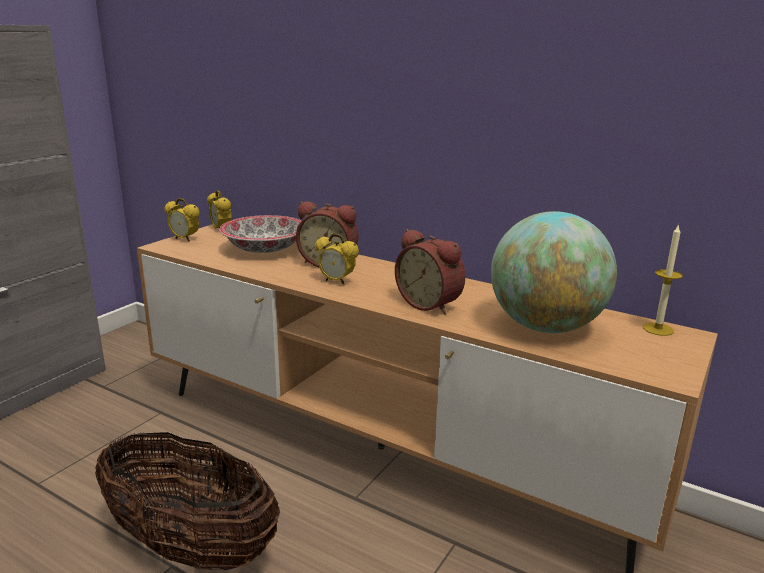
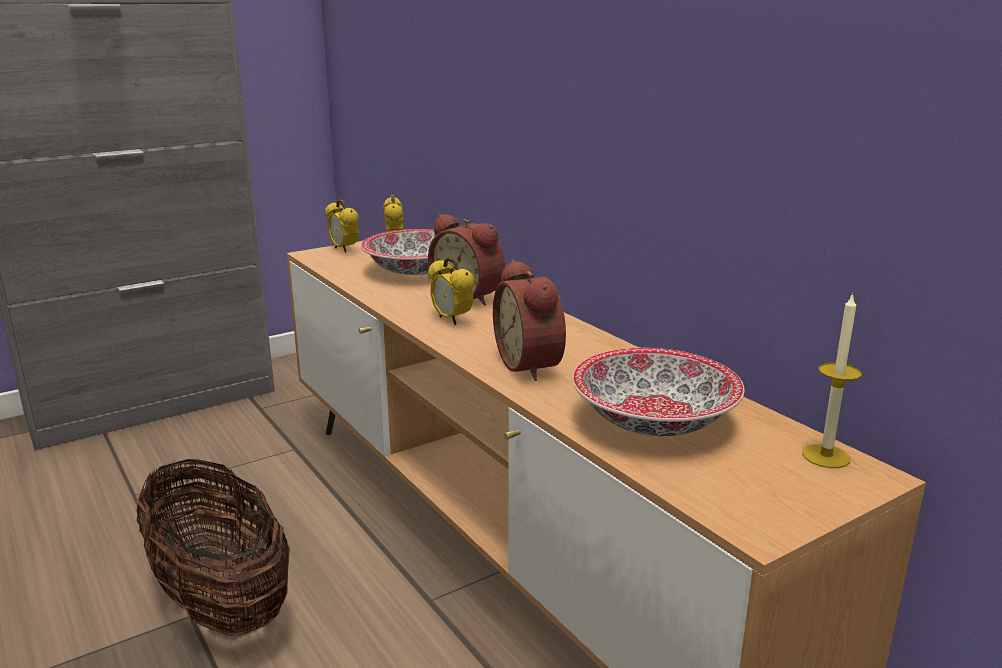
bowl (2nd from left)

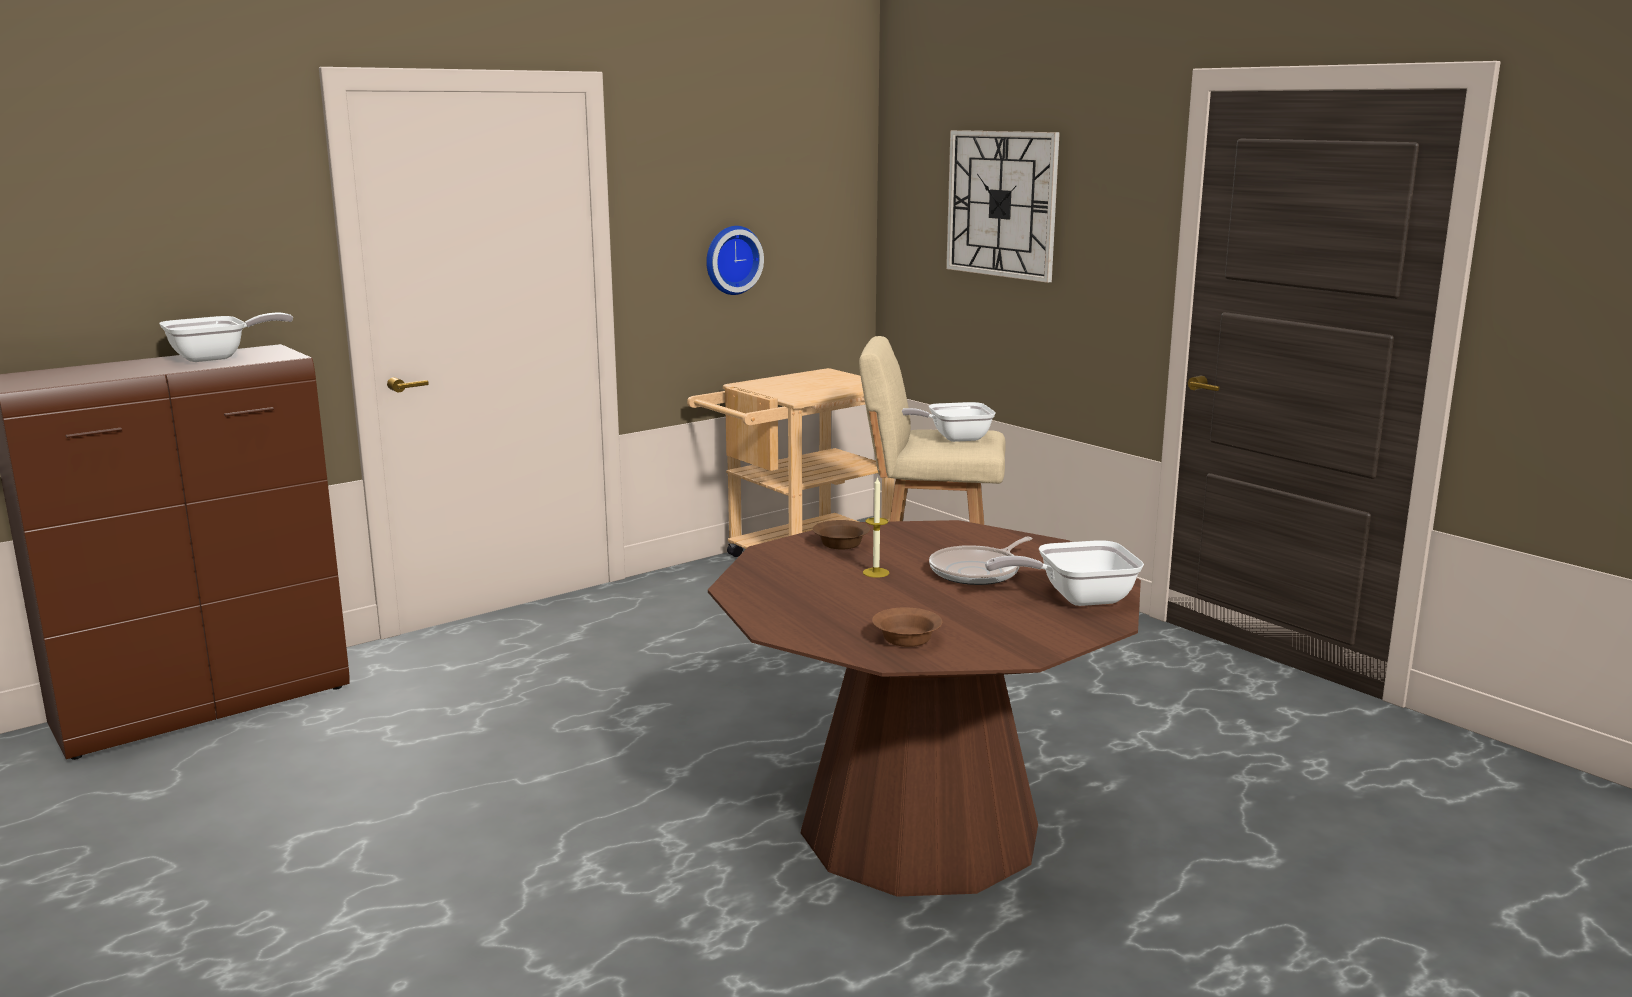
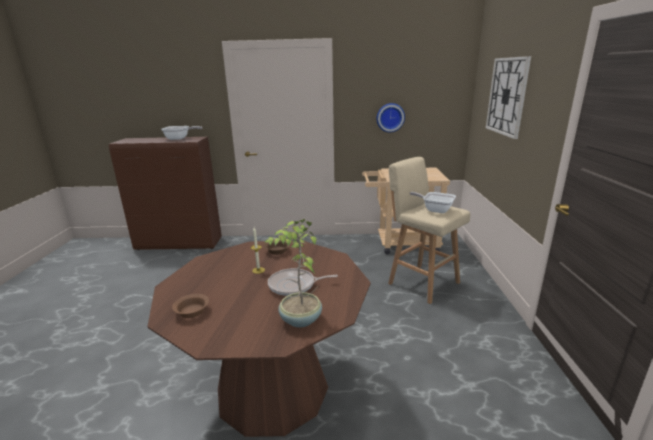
potted plant

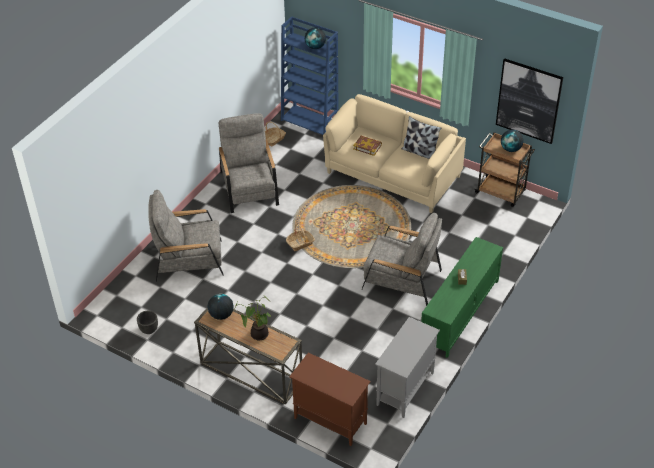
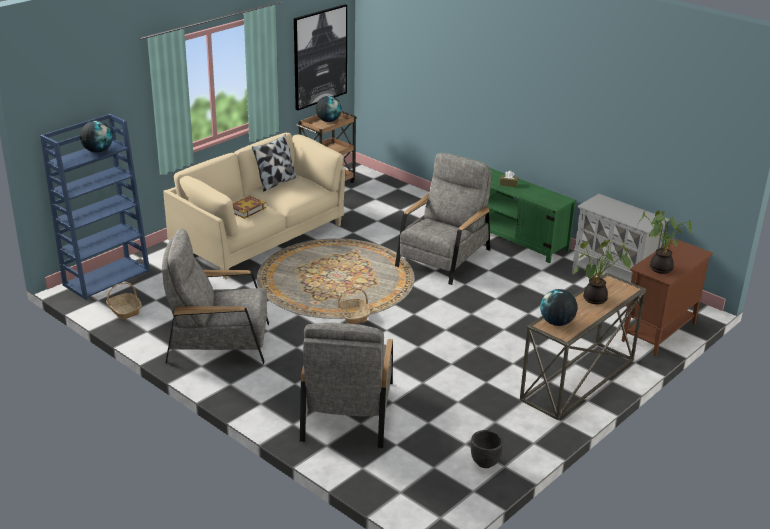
potted plant (2nd from left)

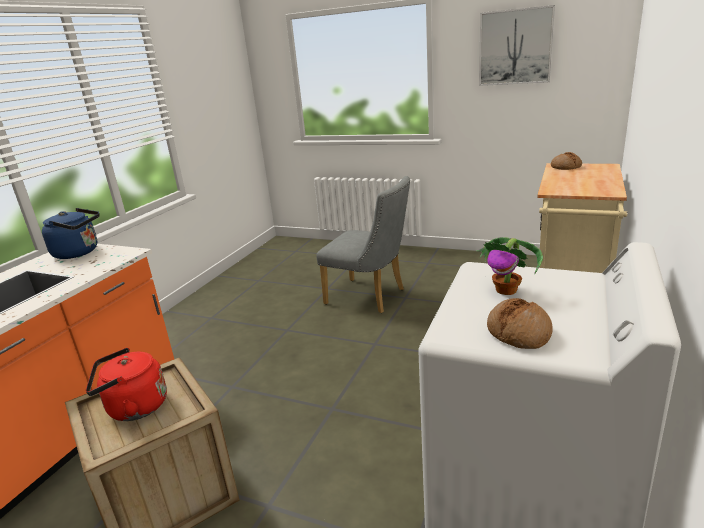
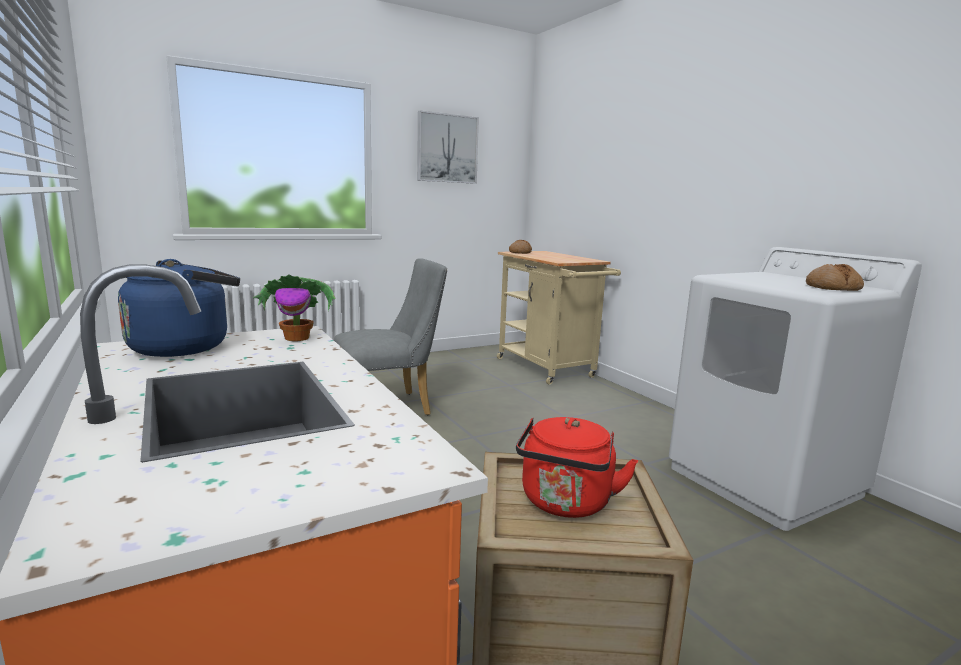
potted plant

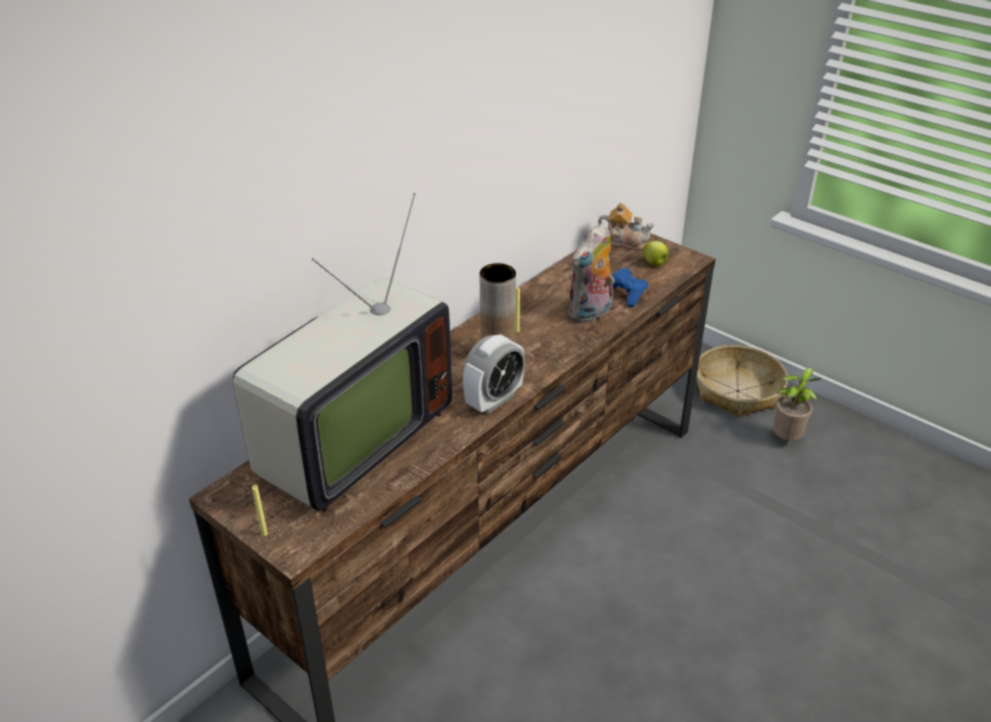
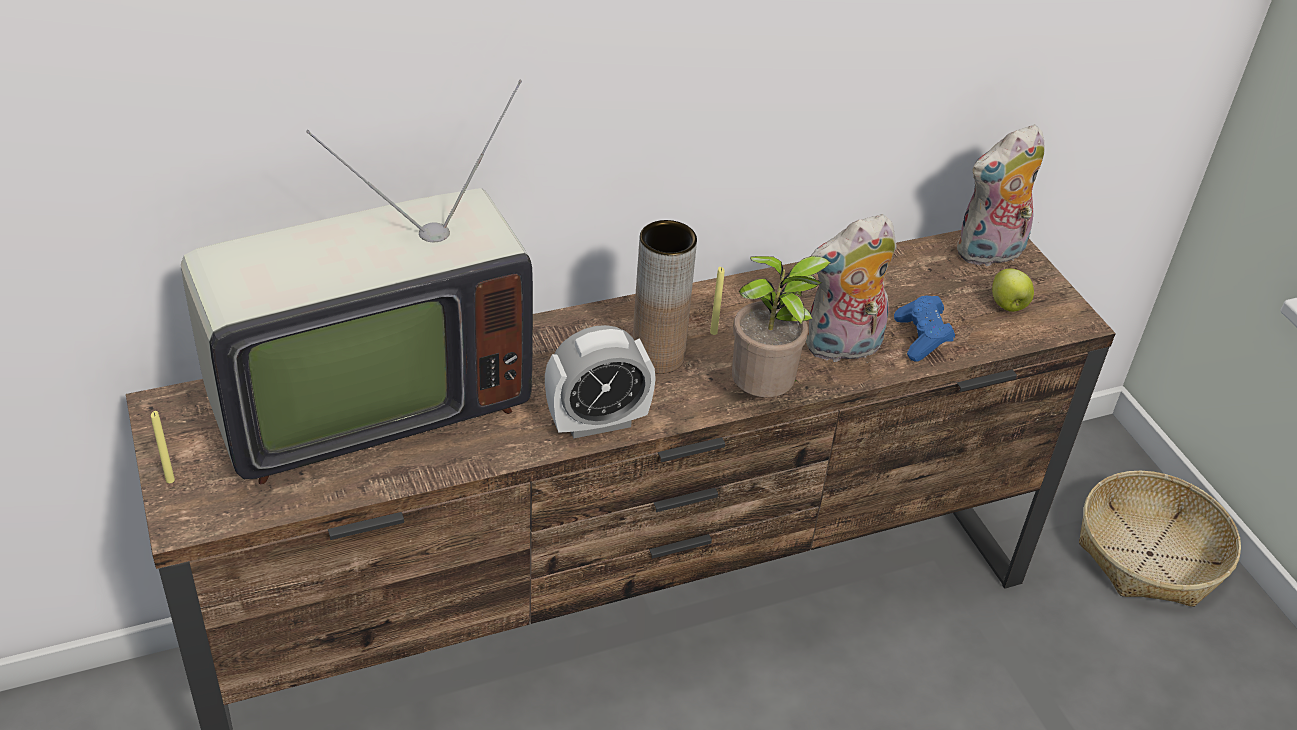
plush toy (2nd from left); potted plant

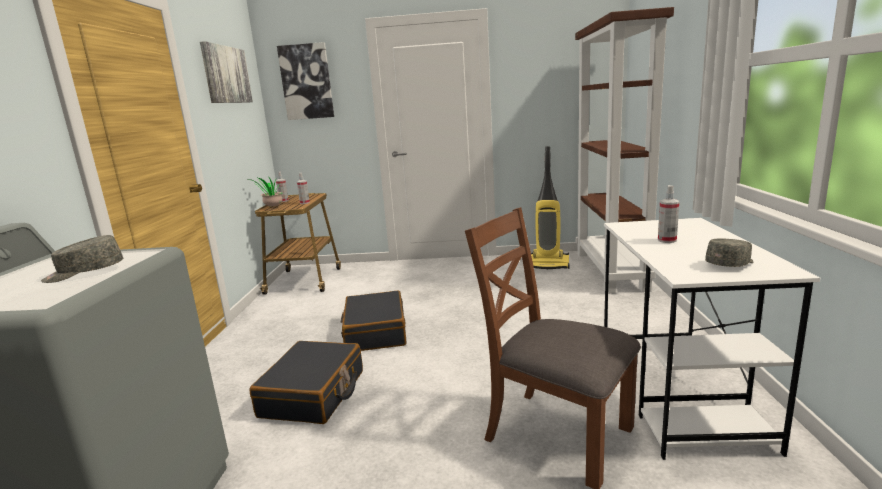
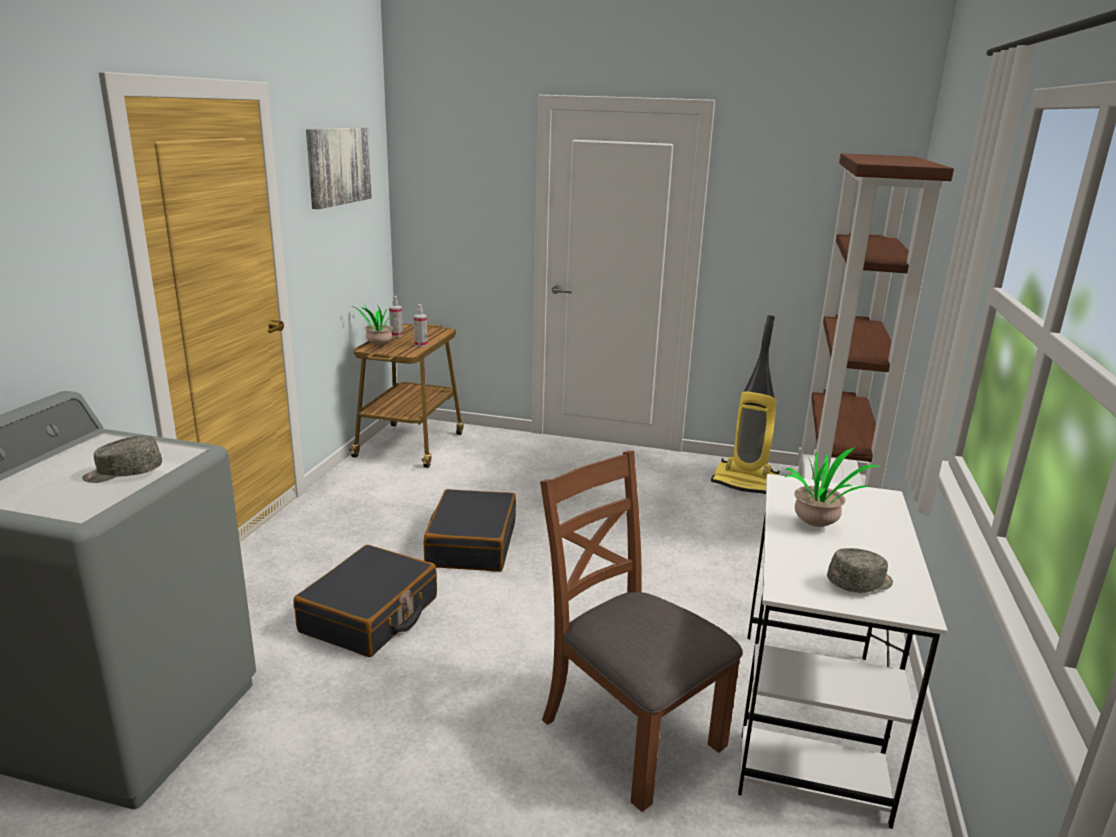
picture (2nd from left in the first image); potted plant (2nd from left)

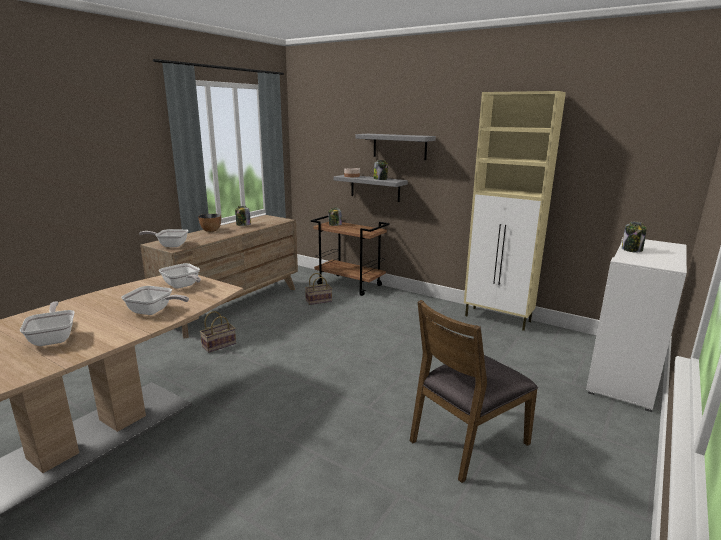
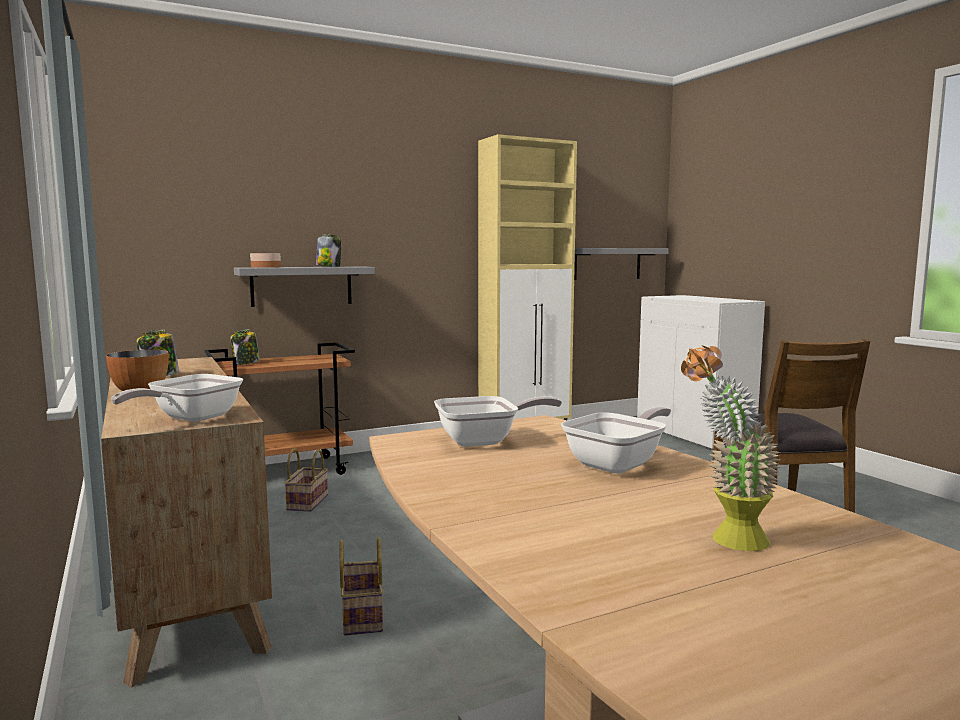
shelf (grey) (2nd from left); jar (4th from left in the first image); potted plant

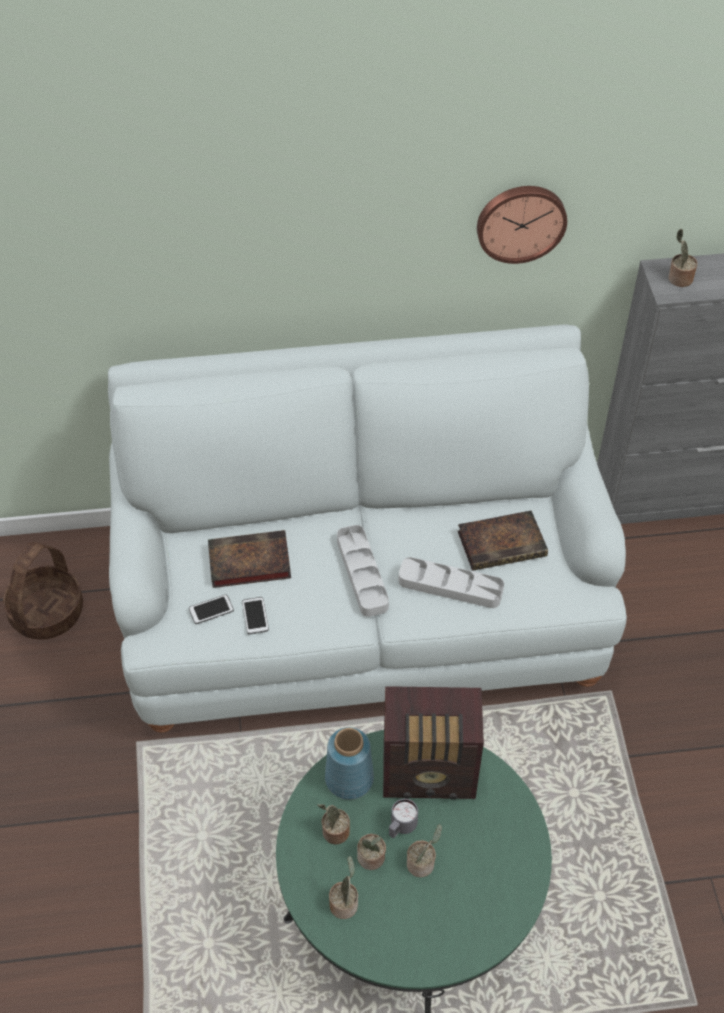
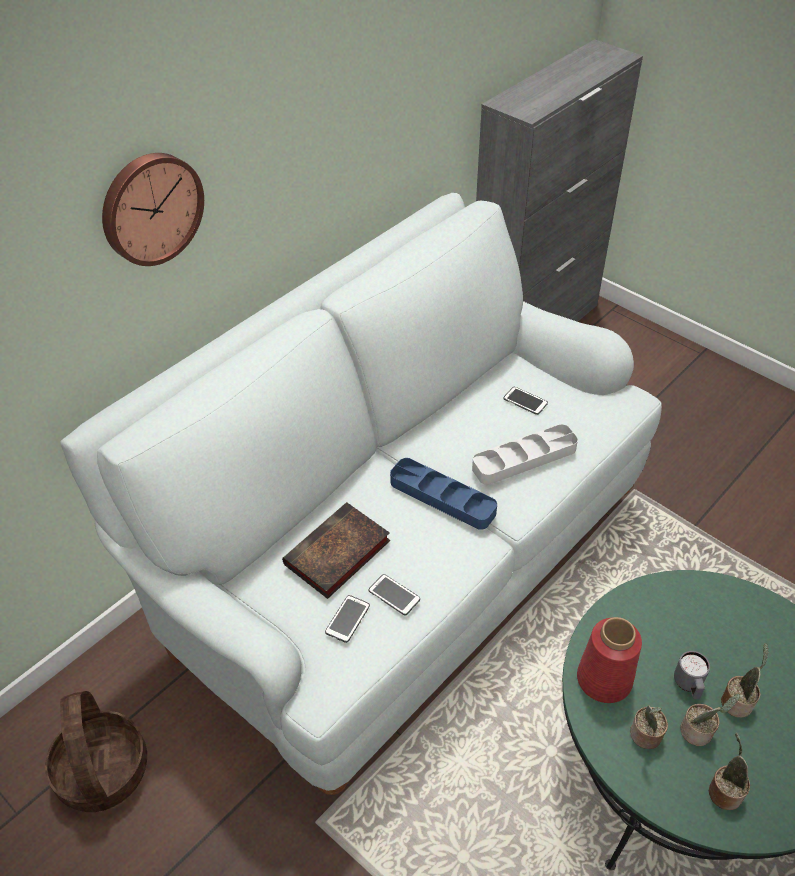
wall clock; potted plant (5th from left in the first image); phone (3rd from left); tray (blue); radio; vase (red)

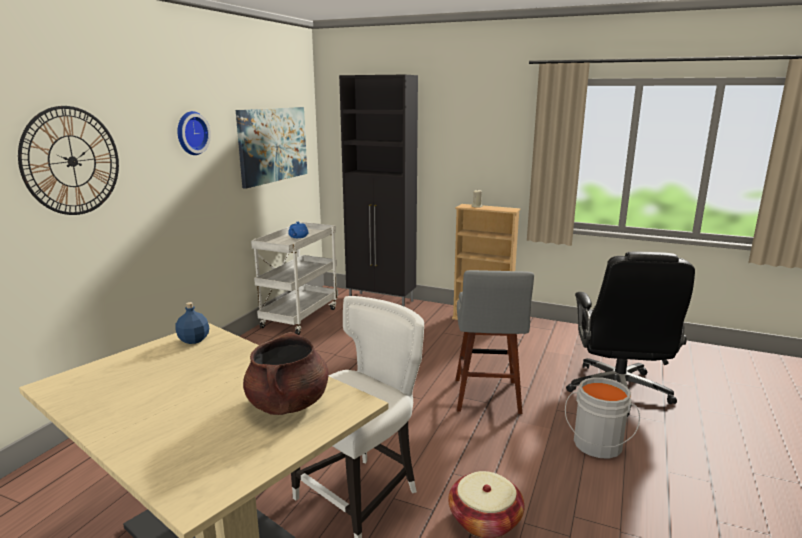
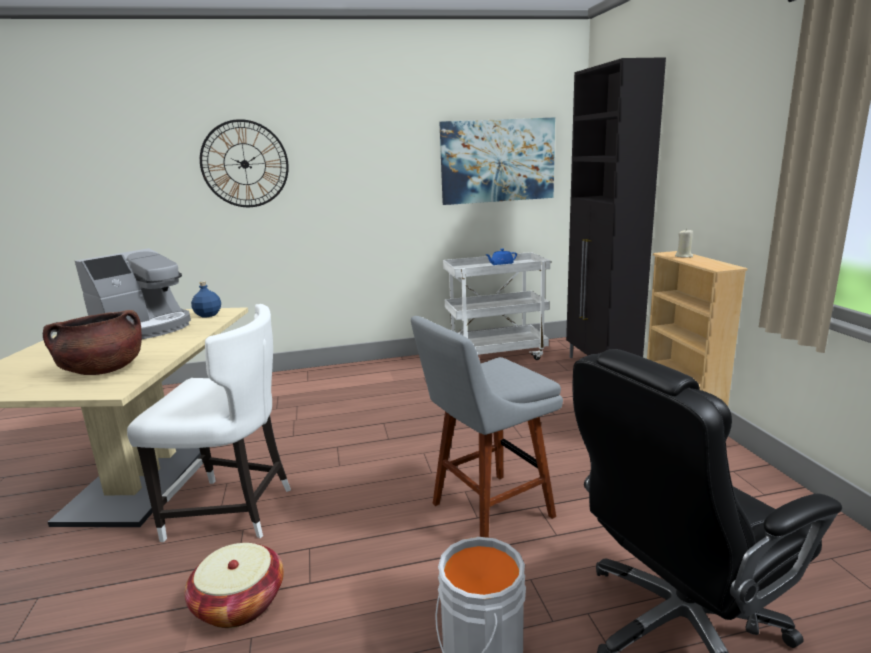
wall clock (2nd from left in the first image); coffee machine

